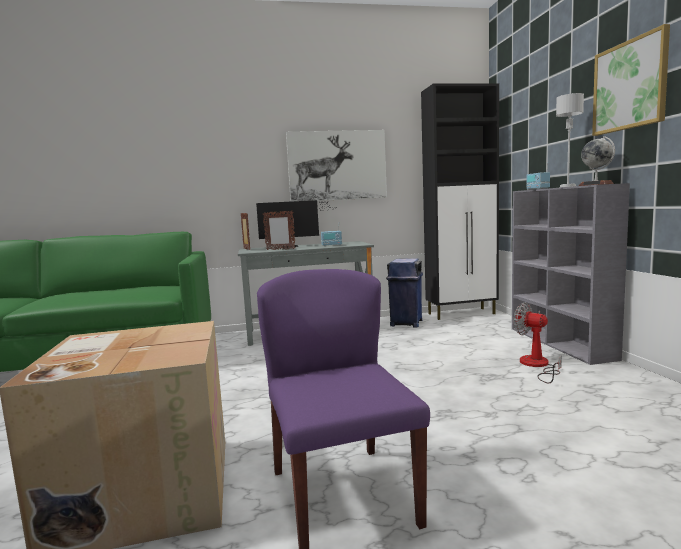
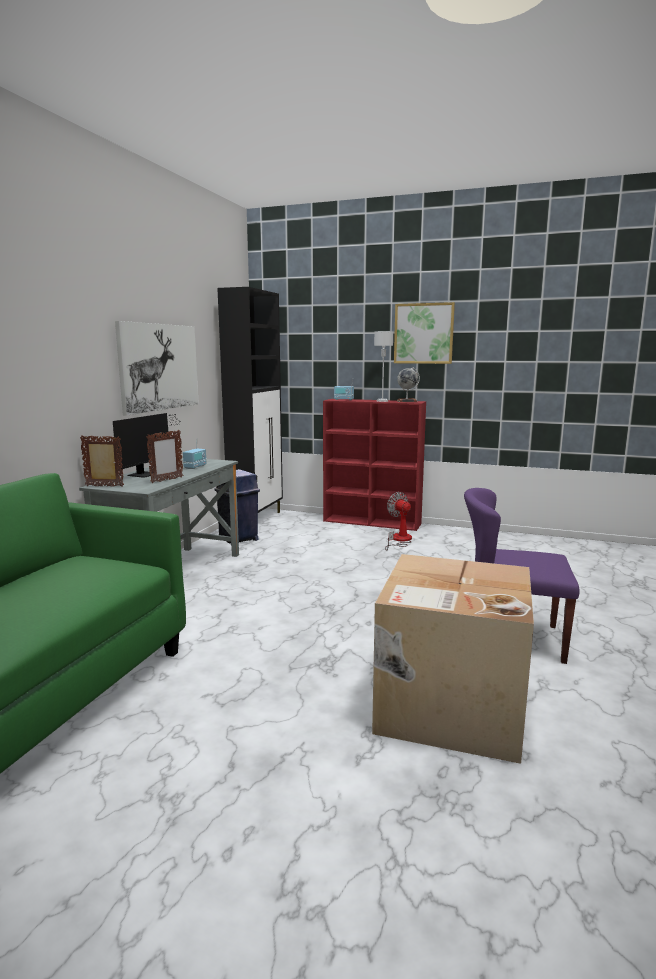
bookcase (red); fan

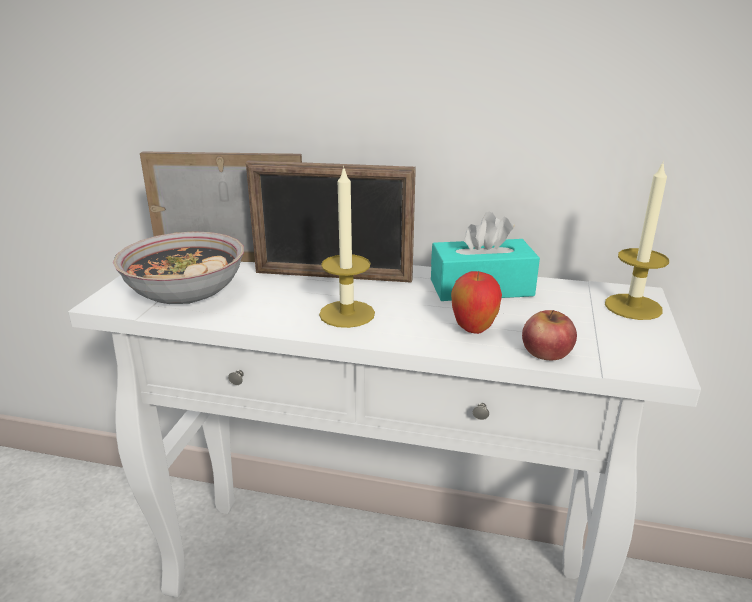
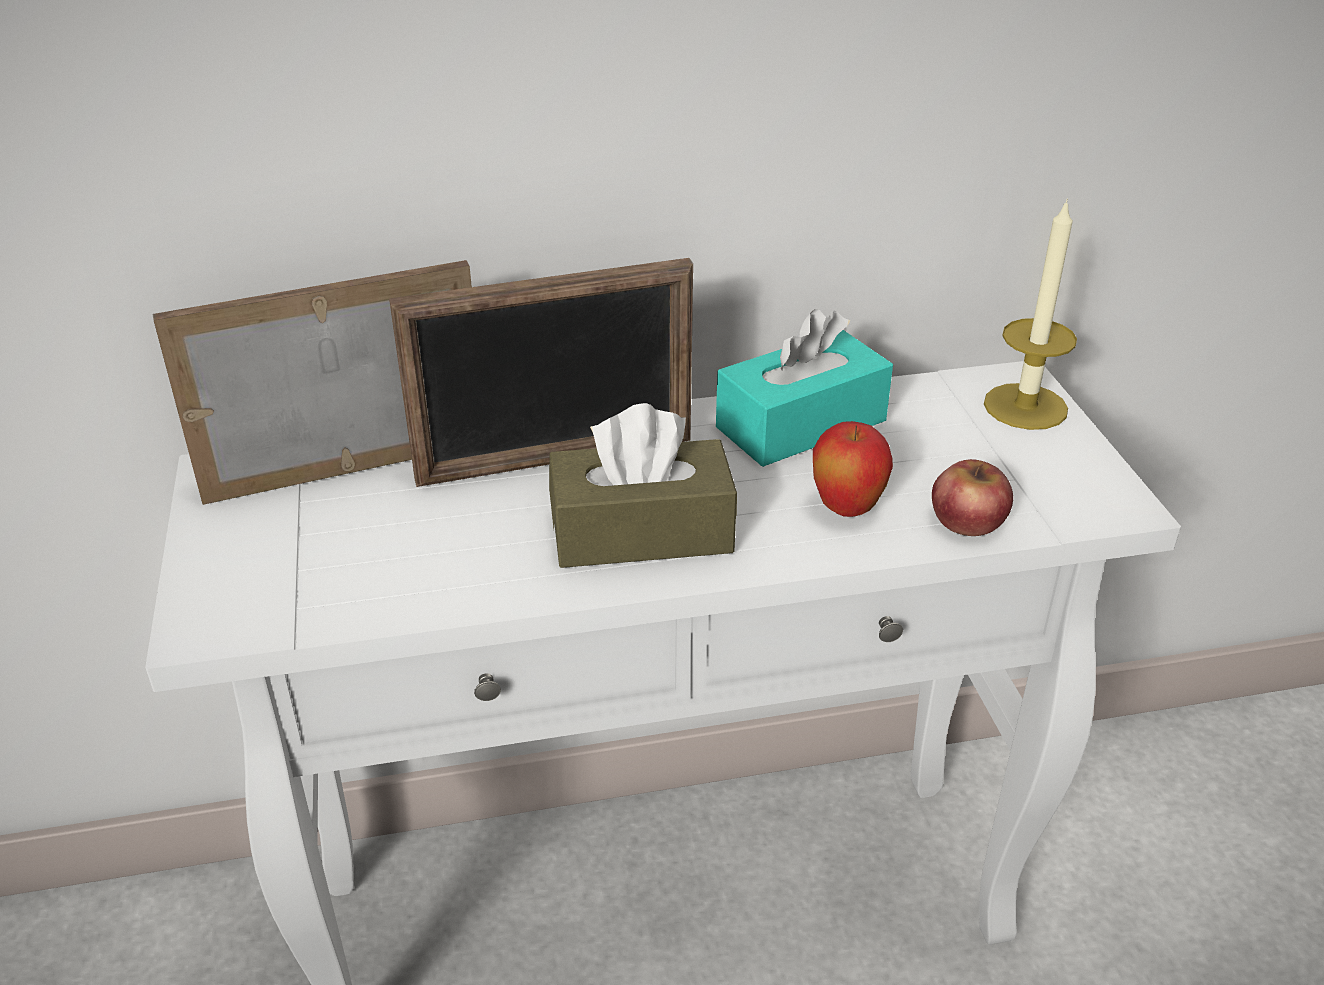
tissue box (brown); bowl

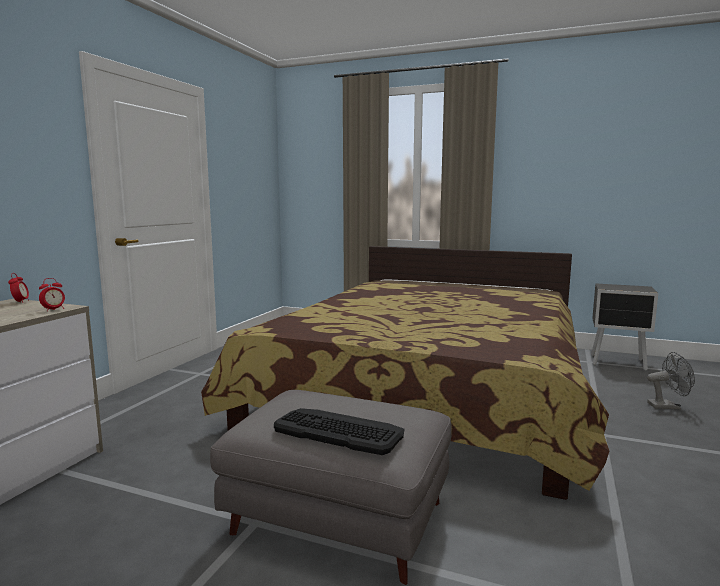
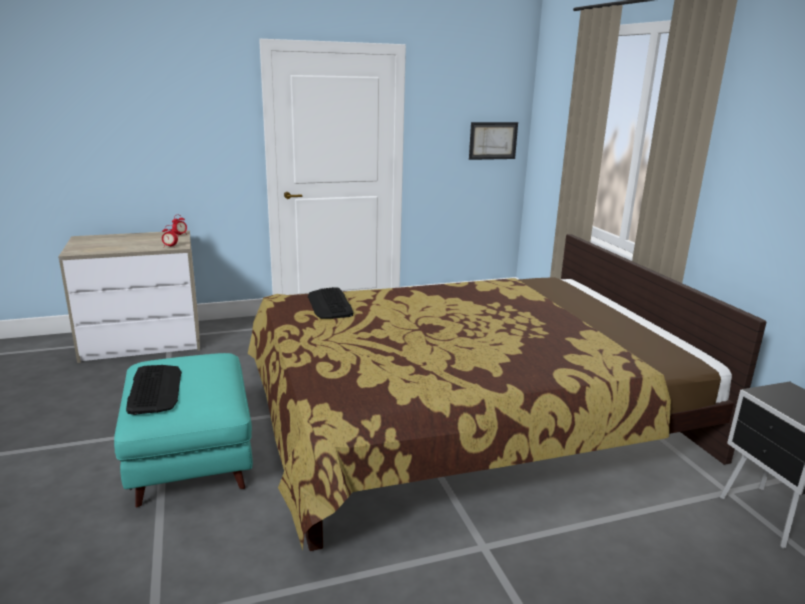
fan (grey); ottoman (turquoise); picture; keyboard (2nd from left)

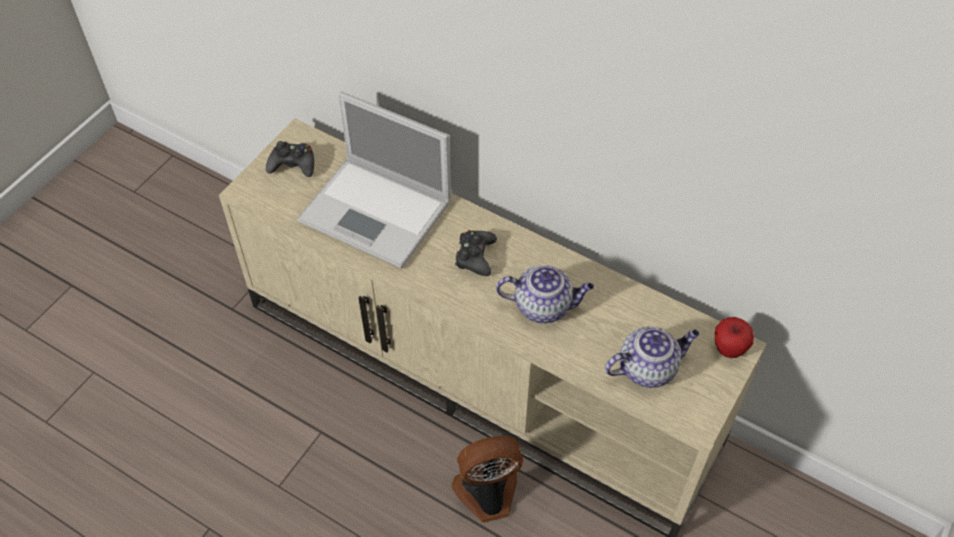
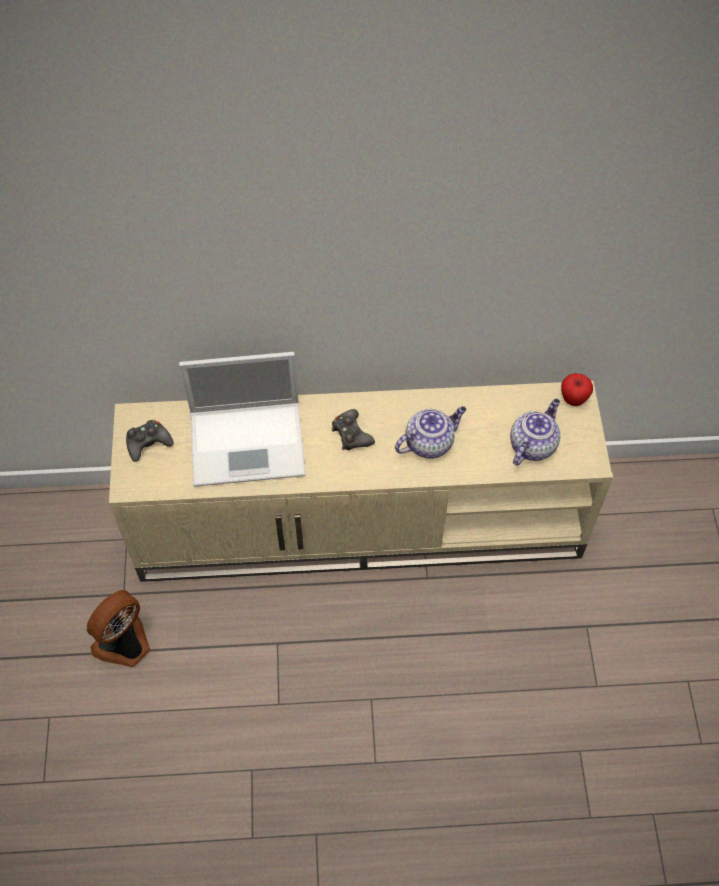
fan

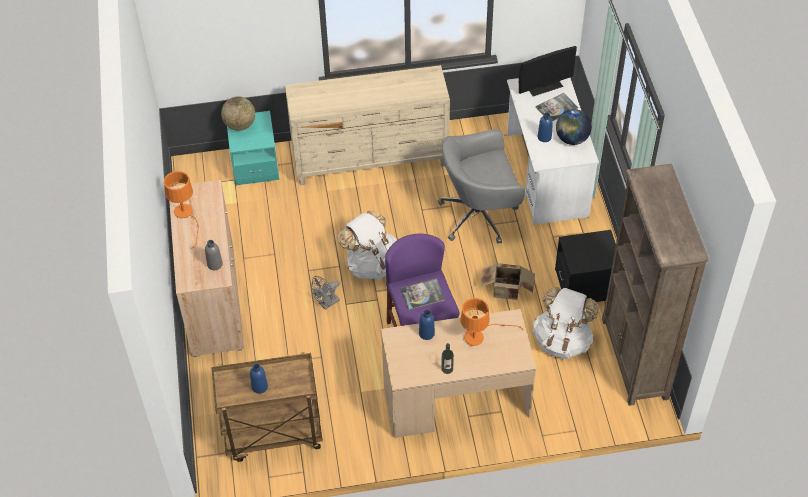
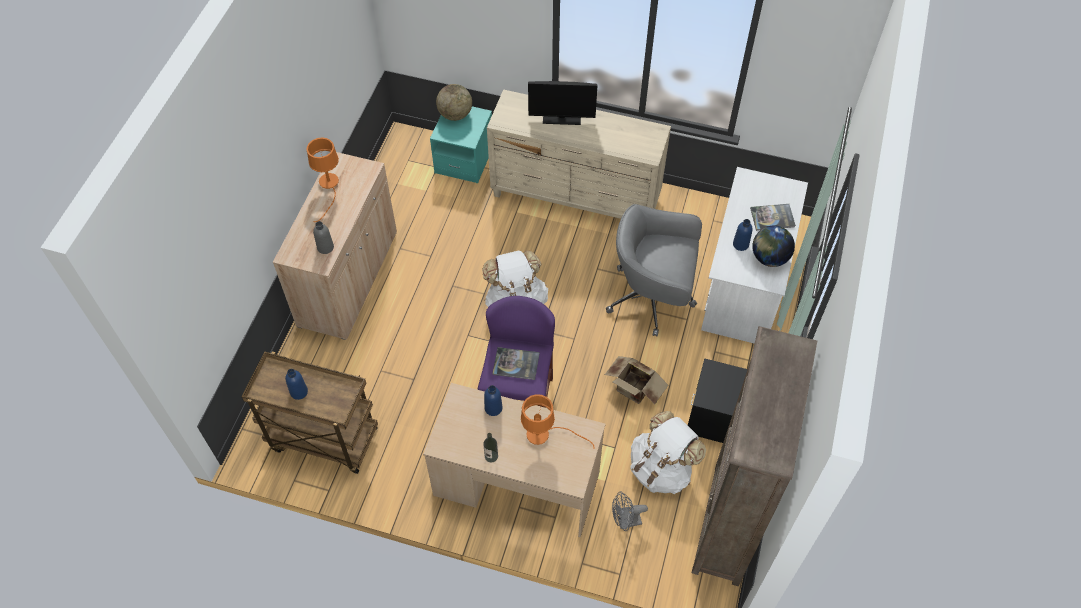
monitor; fan (grey)

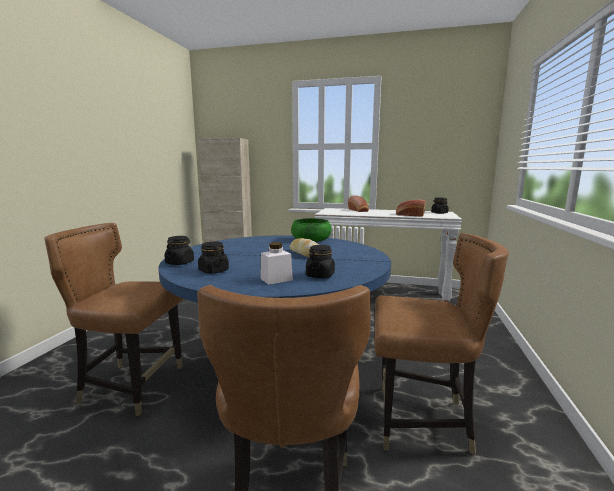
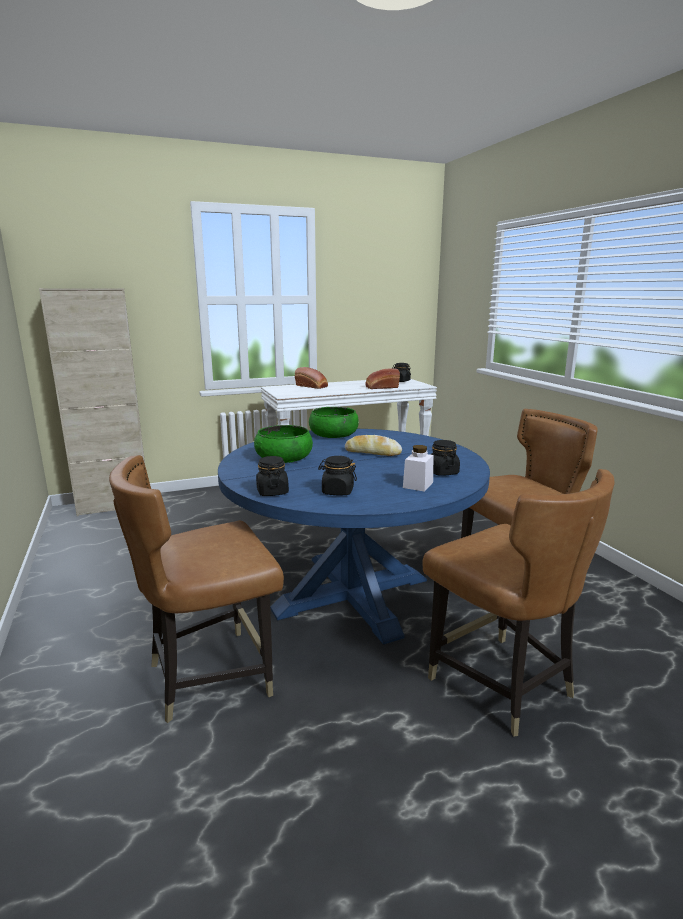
bowl (green) (1st from left)

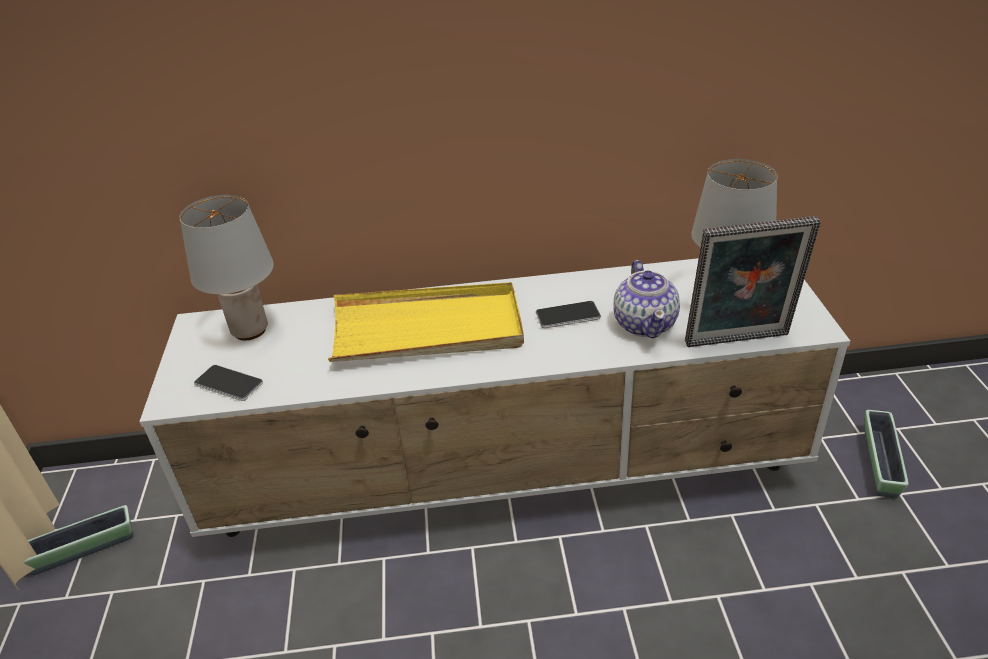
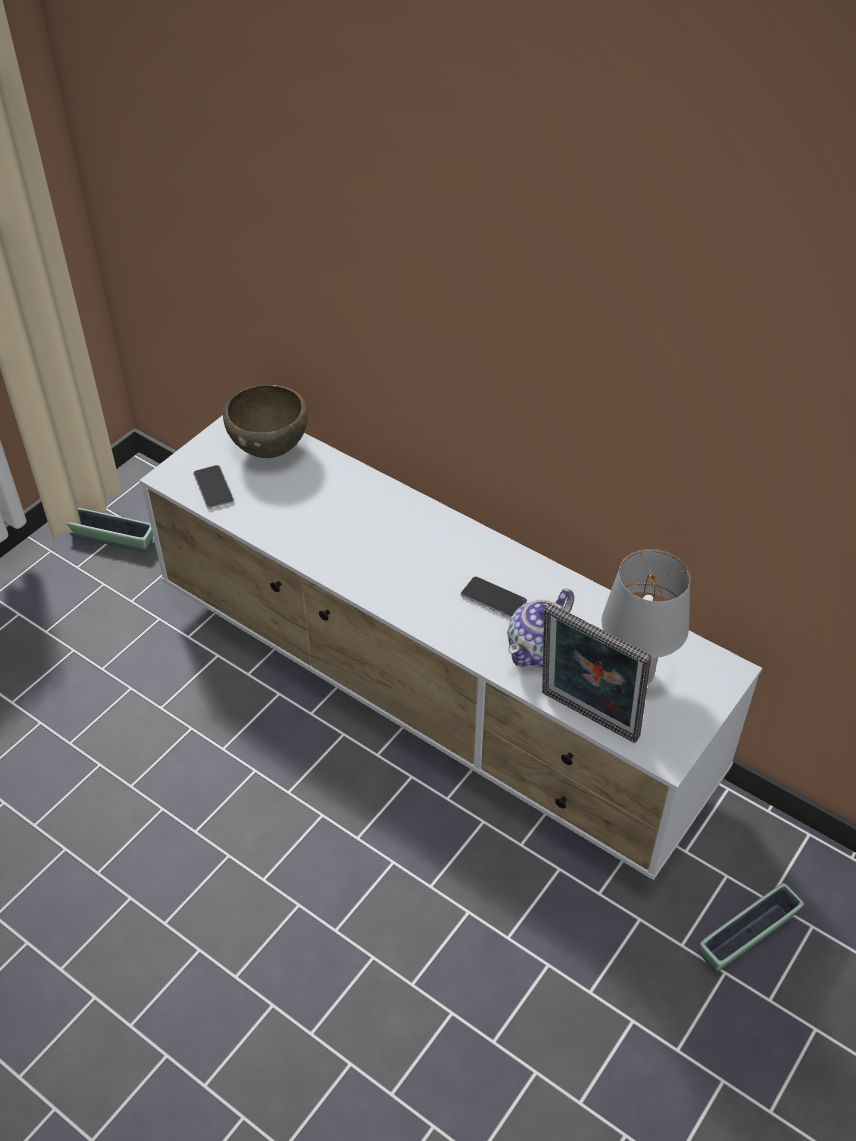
bowl (brown); tray (yellow)

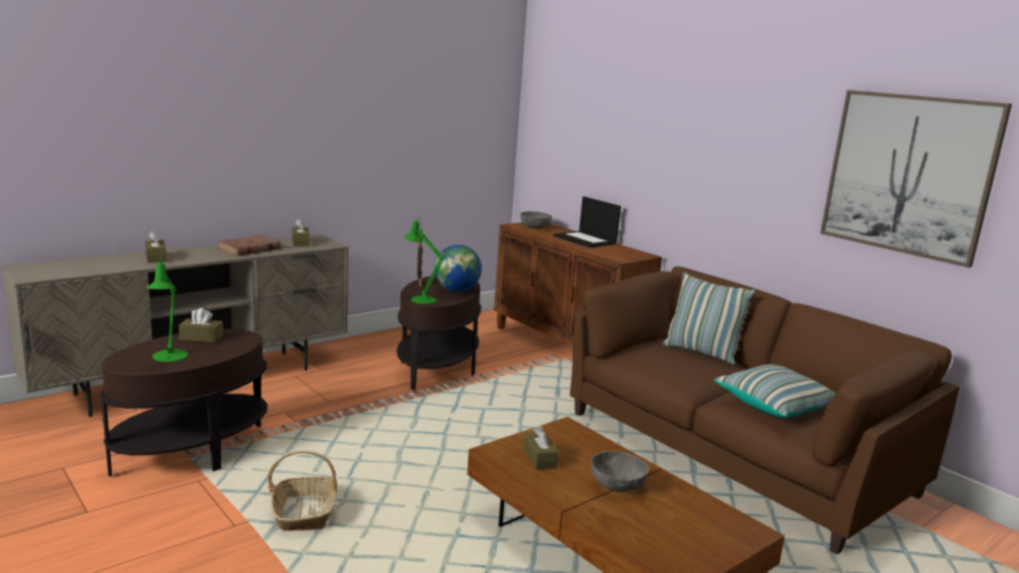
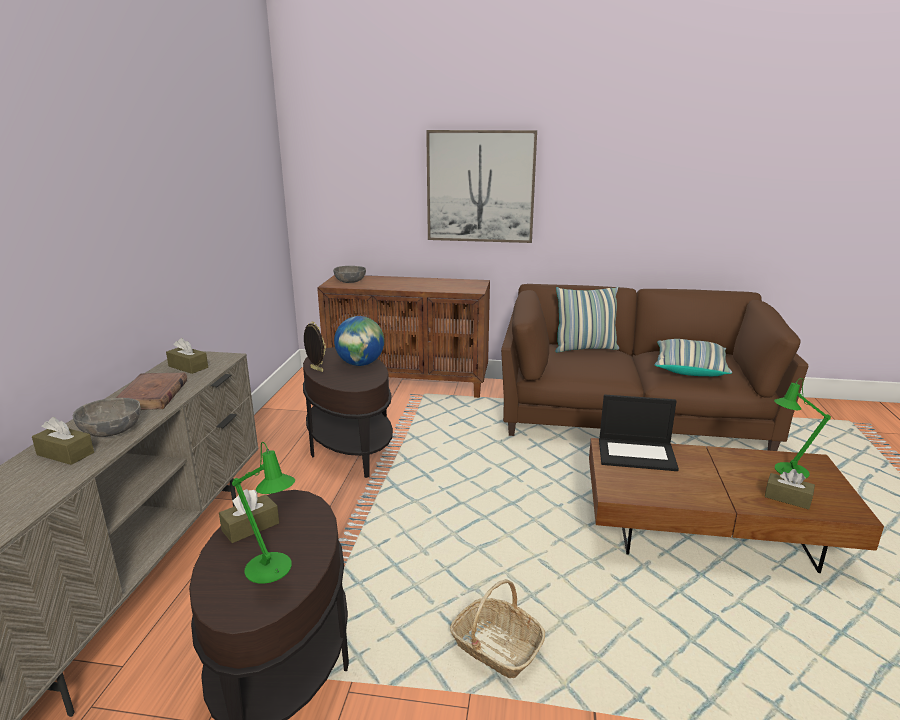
picture; laptop; table lamp (green) (2nd from left); tissue box (brown) (4th from left); bowl (grey) (1st from left)

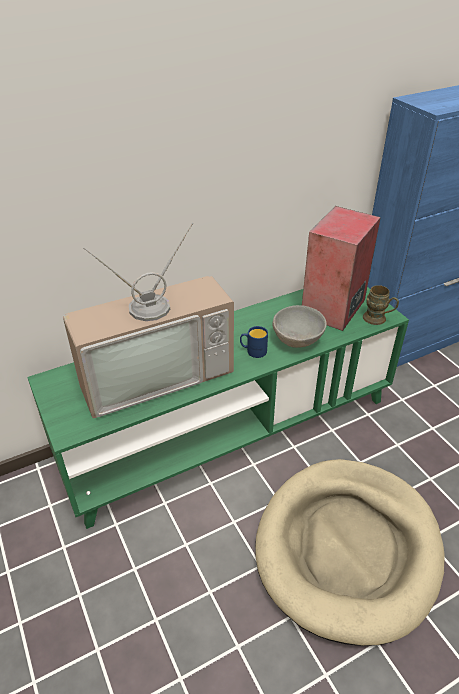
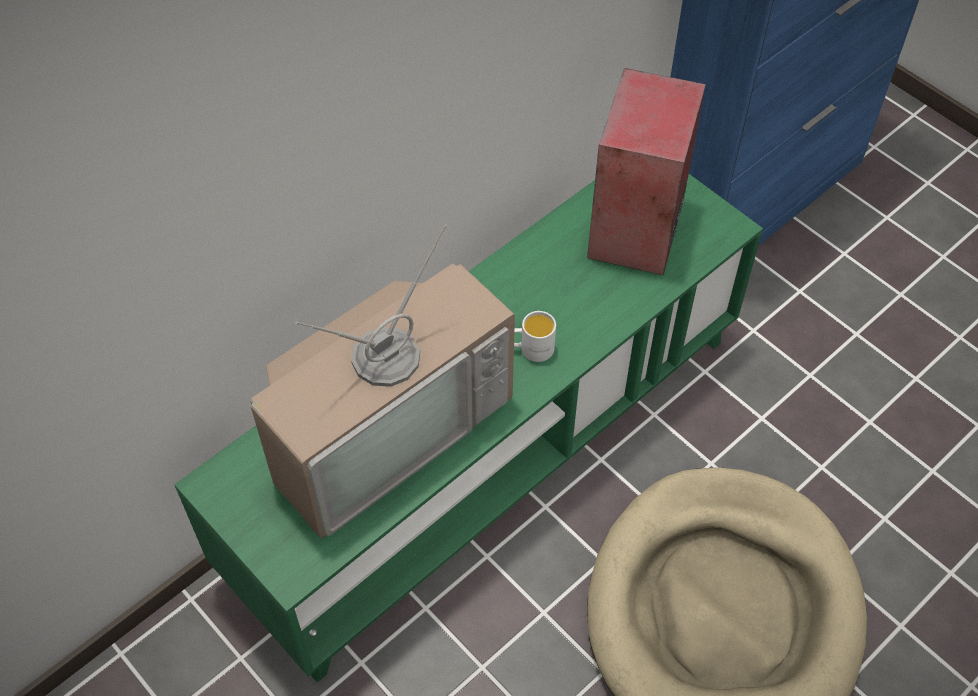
mug (brown); bowl (grey); mug (white)

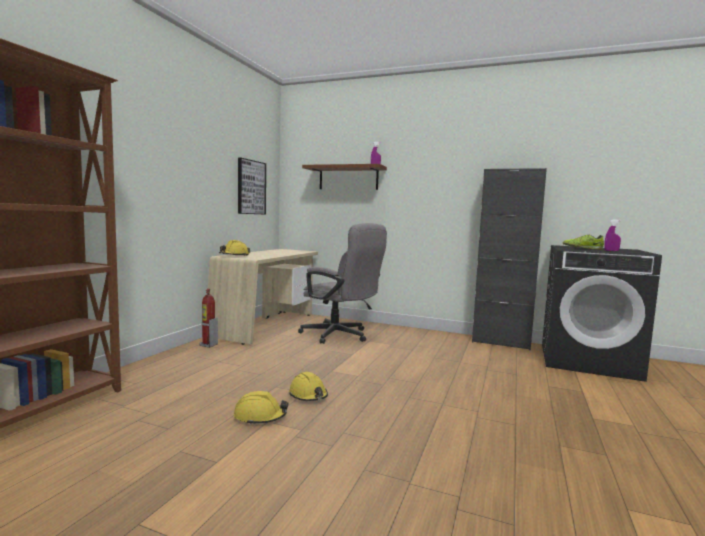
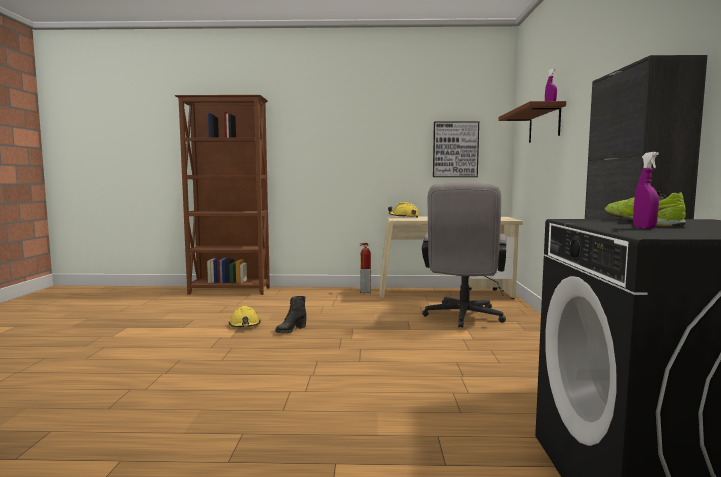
boot (black)

